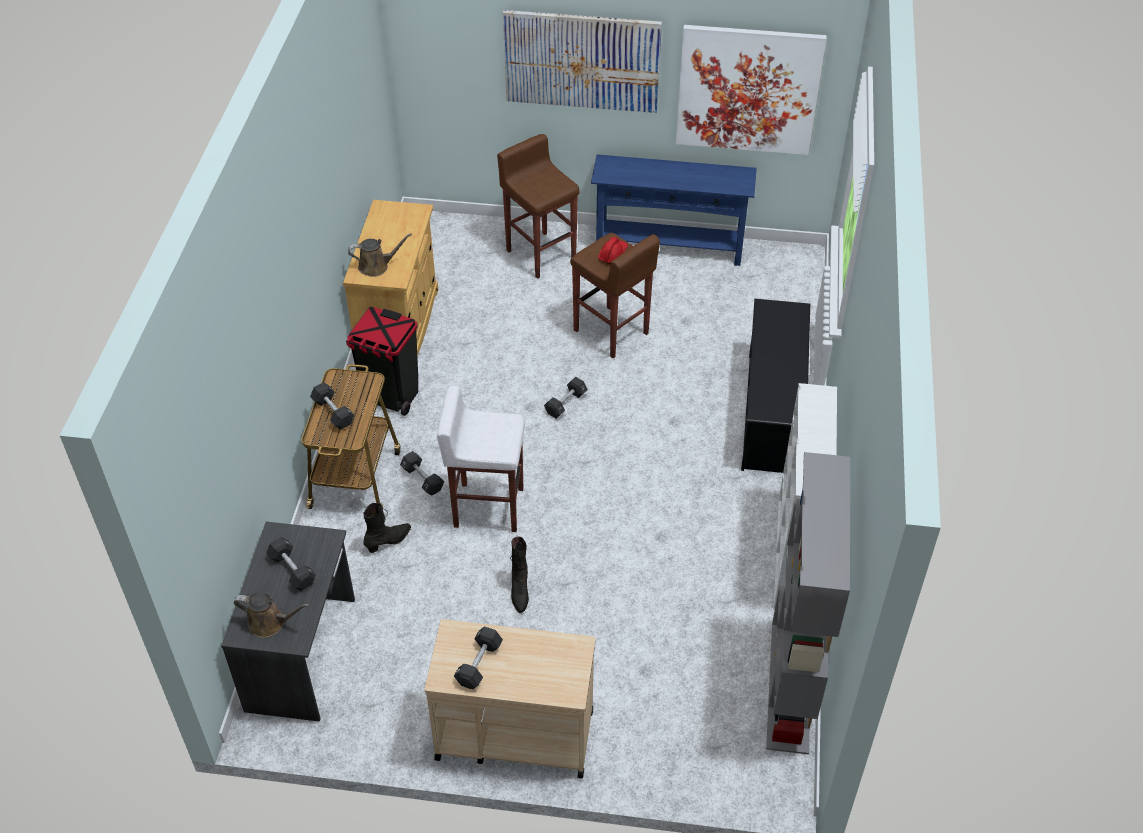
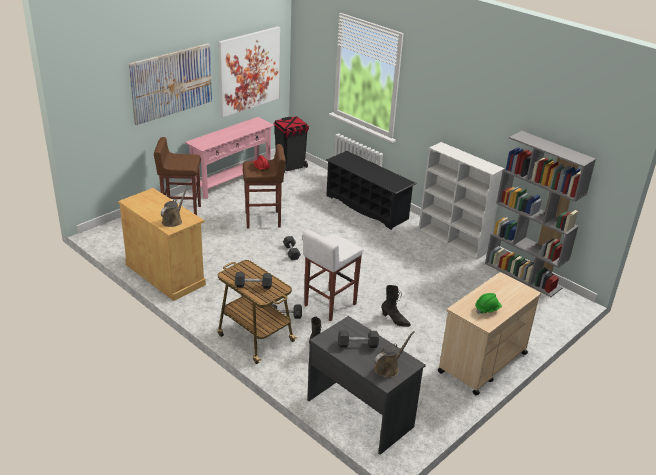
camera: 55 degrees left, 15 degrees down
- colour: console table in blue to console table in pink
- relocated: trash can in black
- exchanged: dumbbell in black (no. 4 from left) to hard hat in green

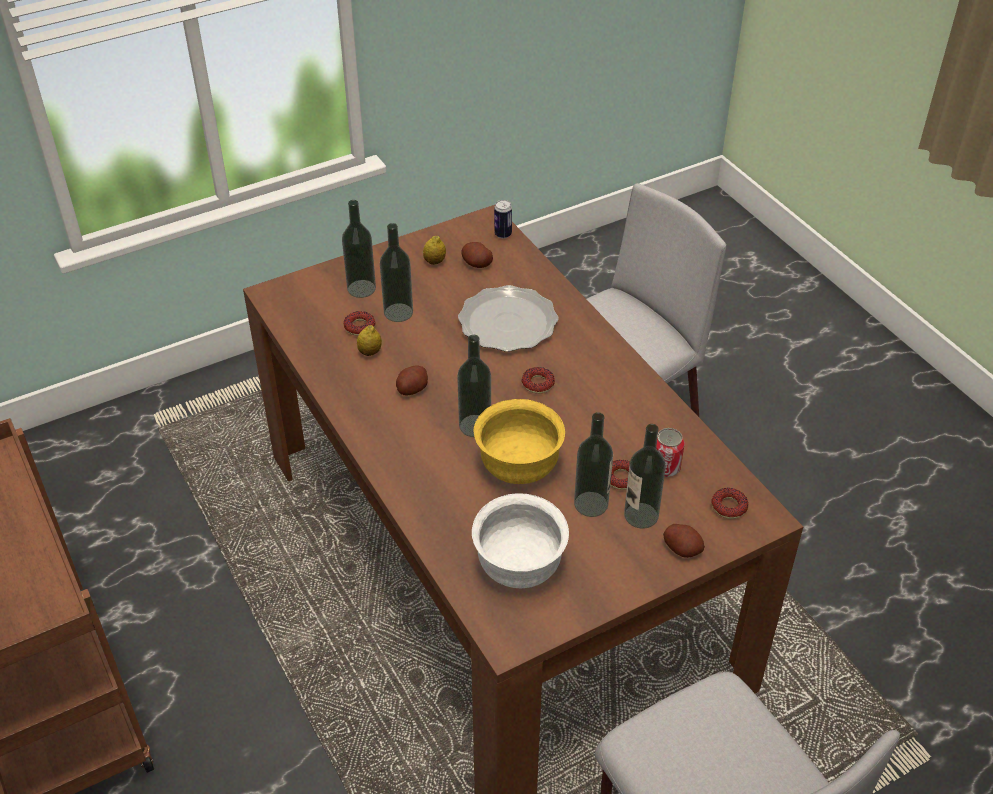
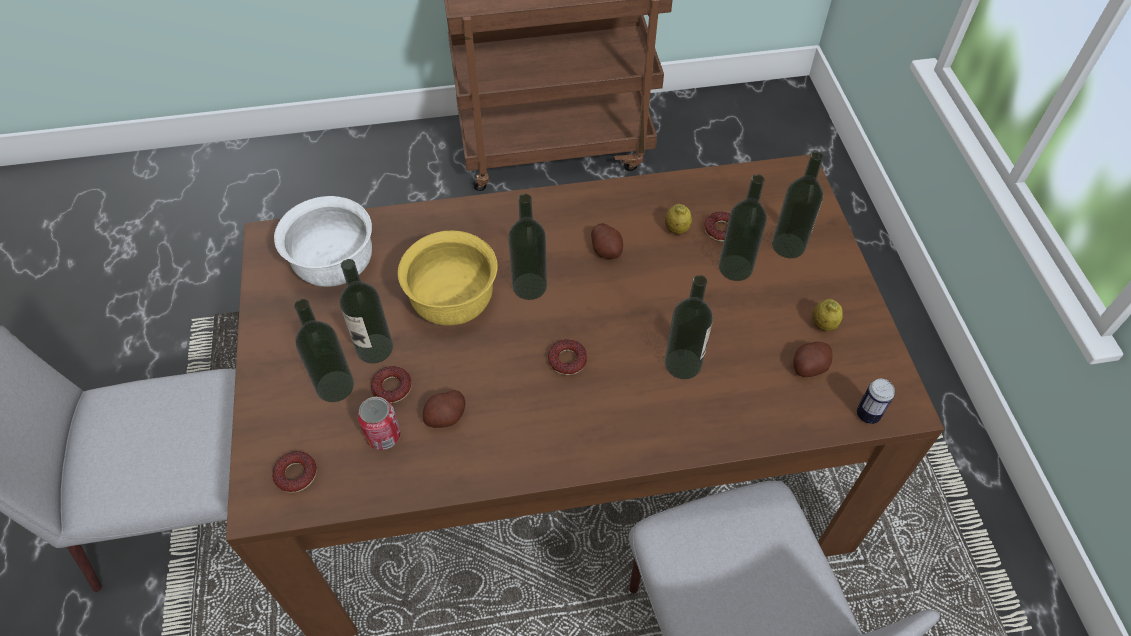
camera: 110 degrees right, 10 degrees up
- exchanged: plate to bottle (no. 4 from left)
- relocated: potato (no. 3 from left in the first image) to potato (no. 1 from left)

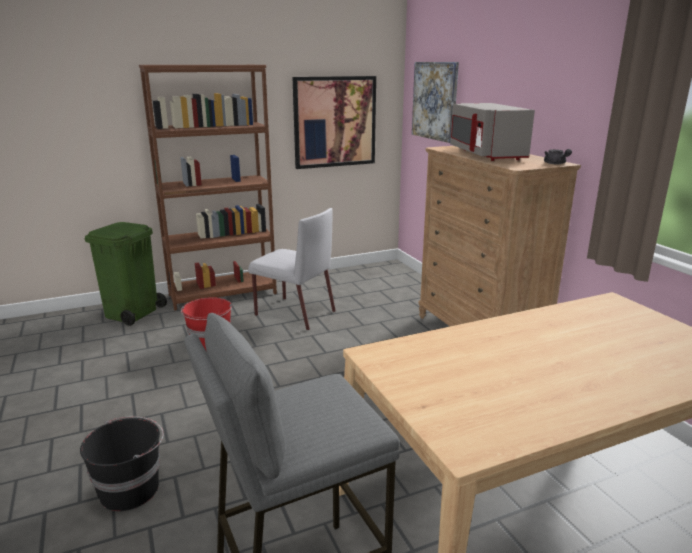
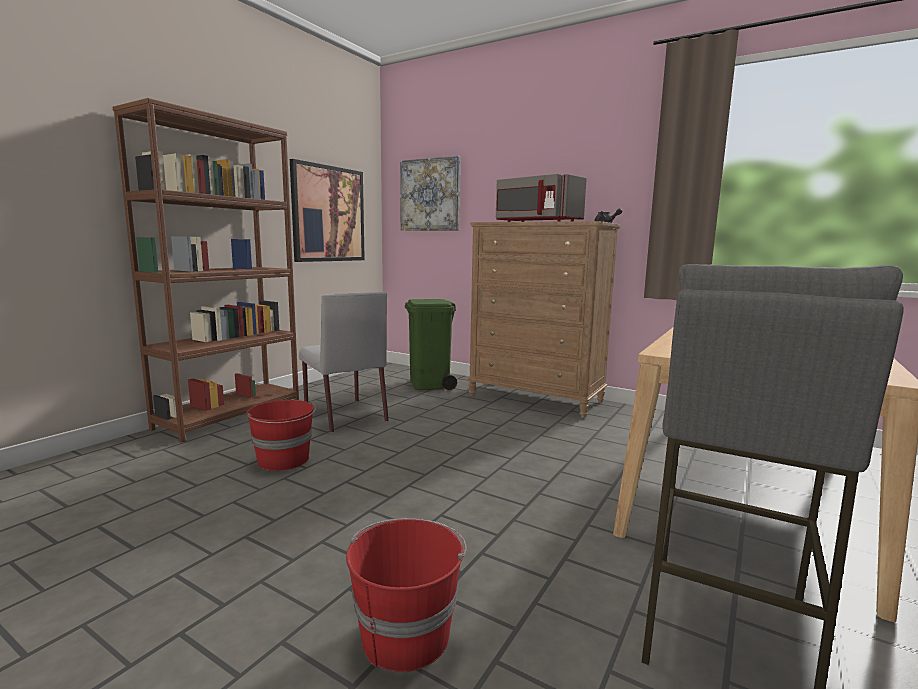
camera: 35 degrees left, 10 degrees down
- spun: chair in grey 60 degrees clockwise
- relocated: trash can in green
- colour: bucket in black to bucket in red (no. 2 from left)

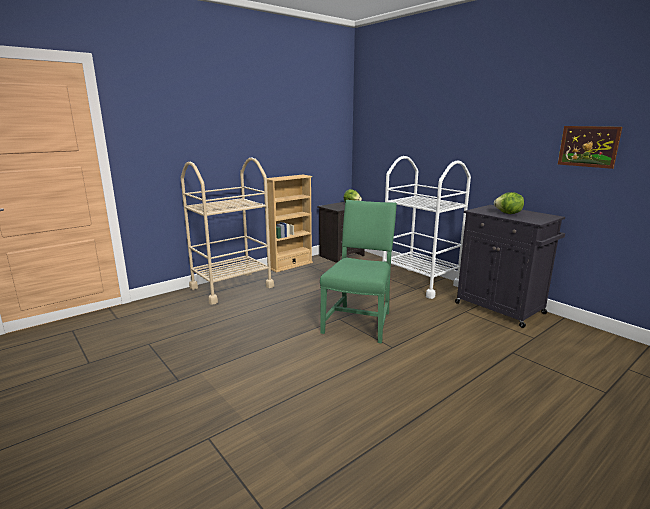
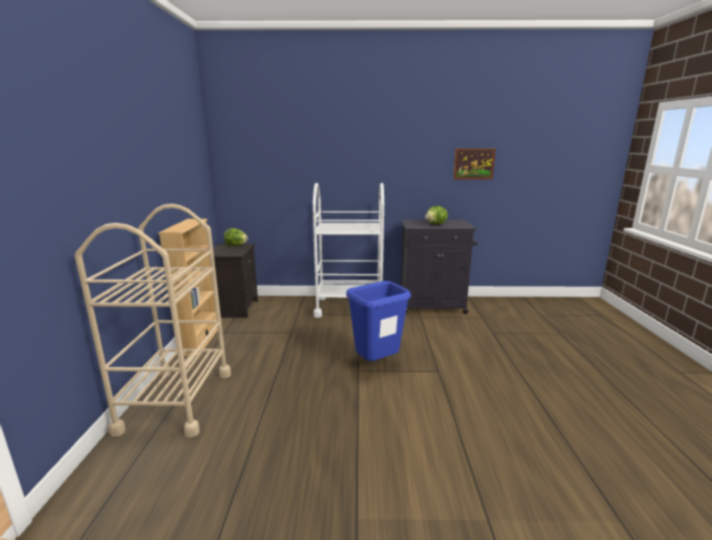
camera: 50 degrees left, 0 degrees up
- exchanged: chair in green to trash can in blue

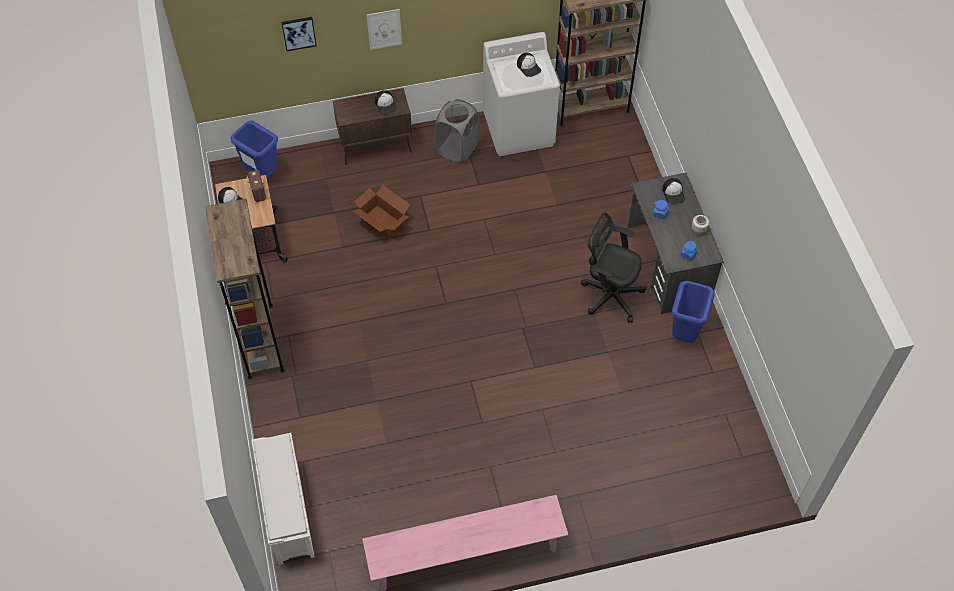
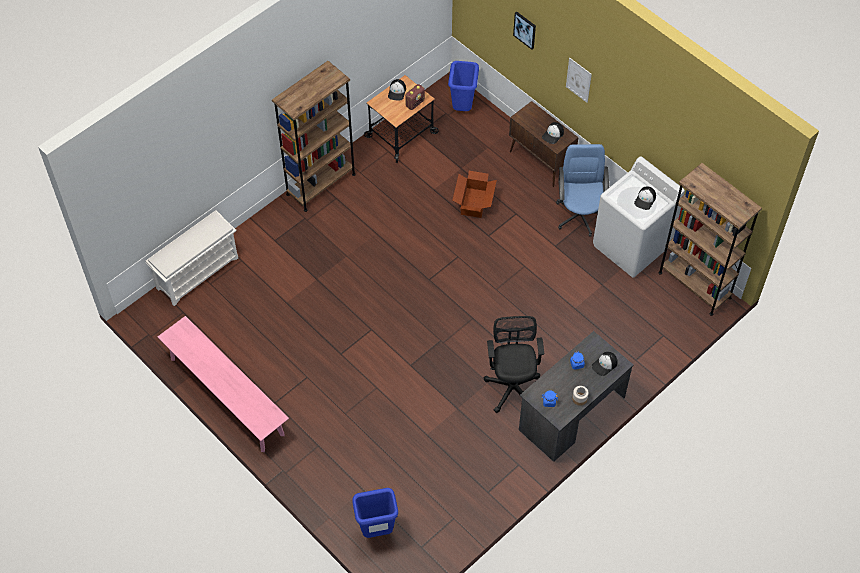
camera: 60 degrees right, 0 degrees up
- exchanged: laundry basket in grey to office chair in blue
- relocated: trash can in blue (no. 2 from left in the first image) to trash can in blue (no. 1 from left)

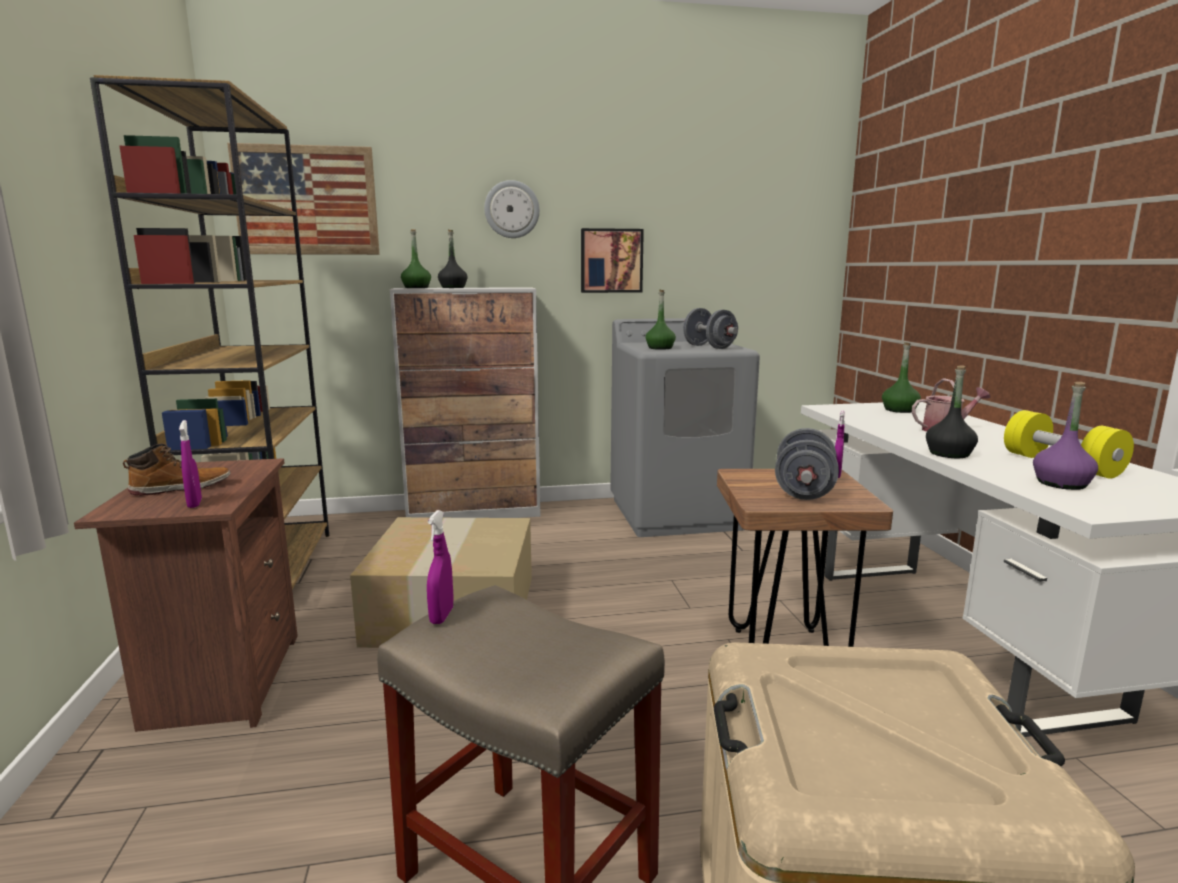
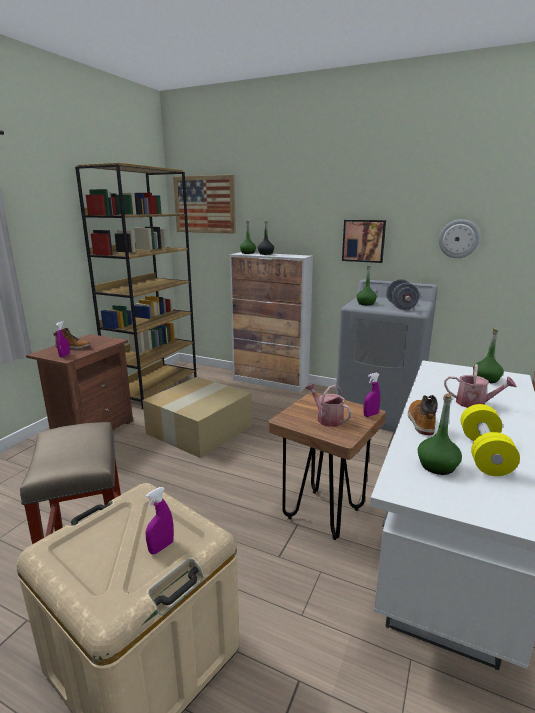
camera: 35 degrees right, 5 degrees up
- relocated: wall clock
- exchanged: bottle in black (no. 2 from left) to boot (no. 2 from left)
- colour: bottle in purple to bottle in green (no. 3 from left)
- exchanged: dumbbell in grey (no. 2 from left) to watering can (no. 1 from left)
- relocated: spray bottle in purple (no. 2 from left)

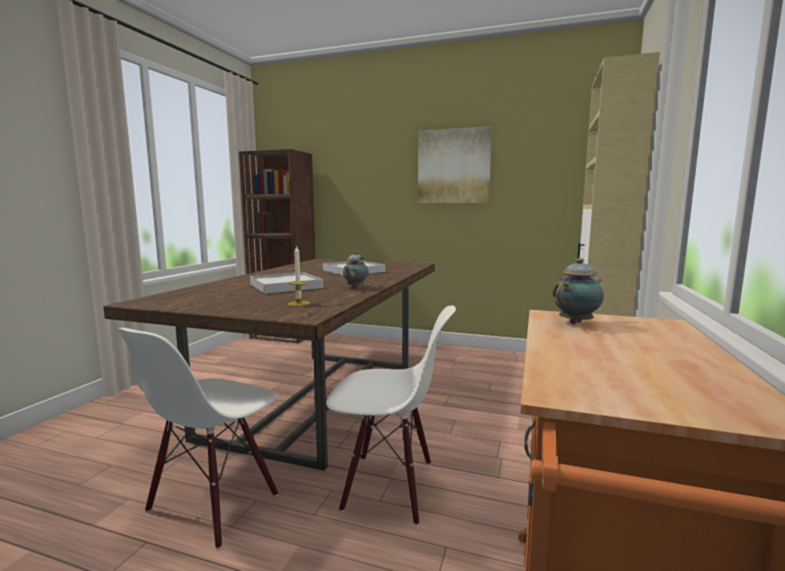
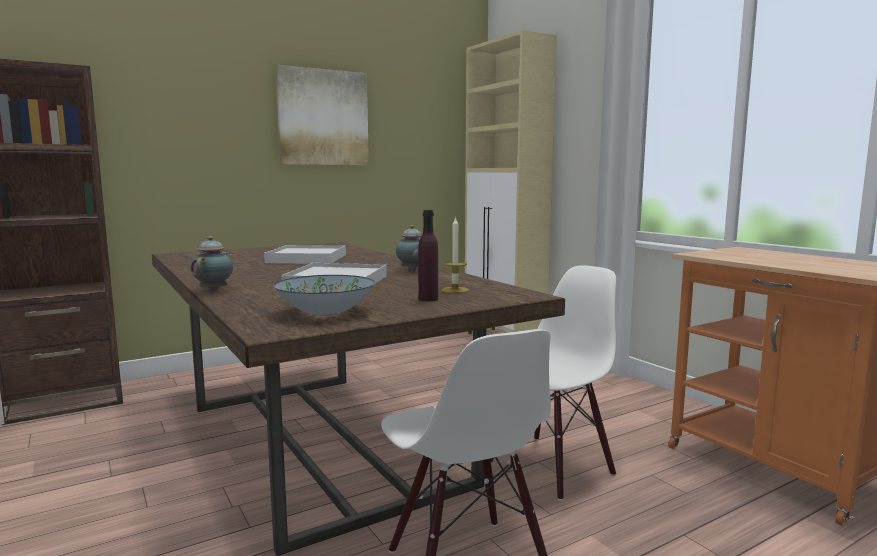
camera: 50 degrees left, 0 degrees up
- relocated: teapot (no. 2 from left in the first image) to teapot (no. 1 from left)
- appeared: bottle in purple
- appeared: bowl

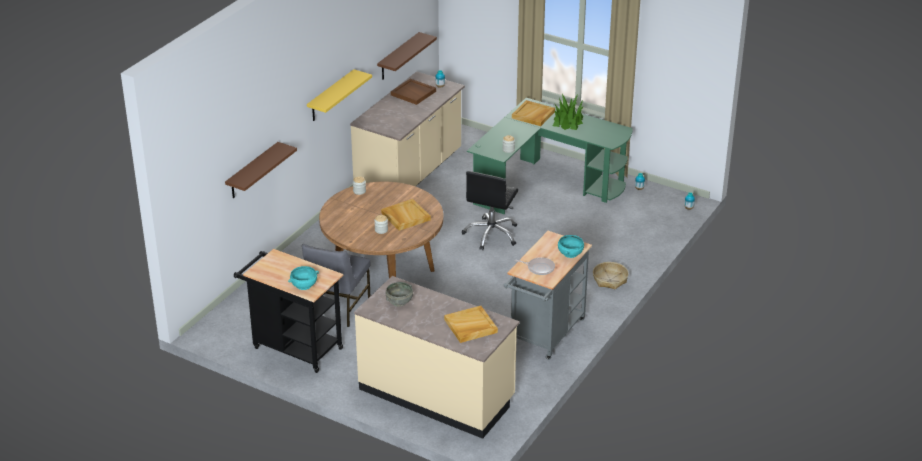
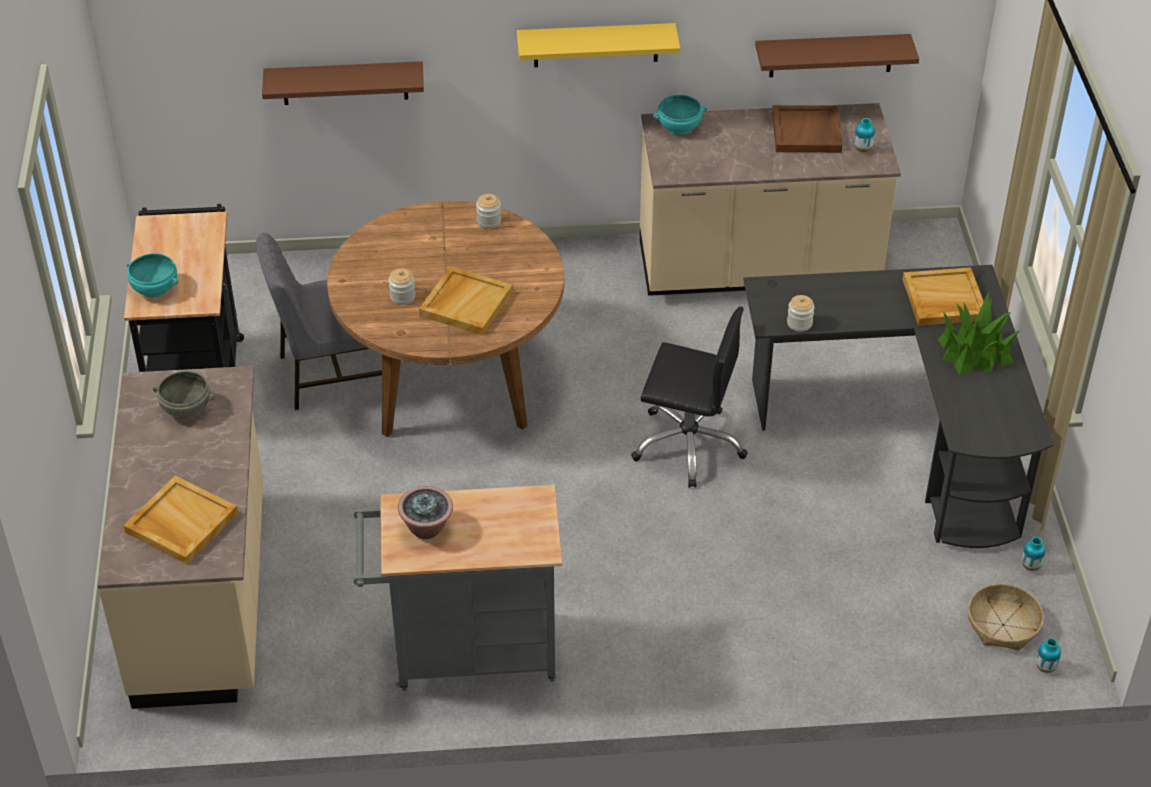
camera: 55 degrees right, 10 degrees up
- colour: desk in green to desk in black
- spun: office chair in black 150 degrees counterclockwise
- relocated: bowl in turquoise (no. 2 from left)
- exchanged: frying pan to potted plant (no. 1 from left)
- relocated: basket

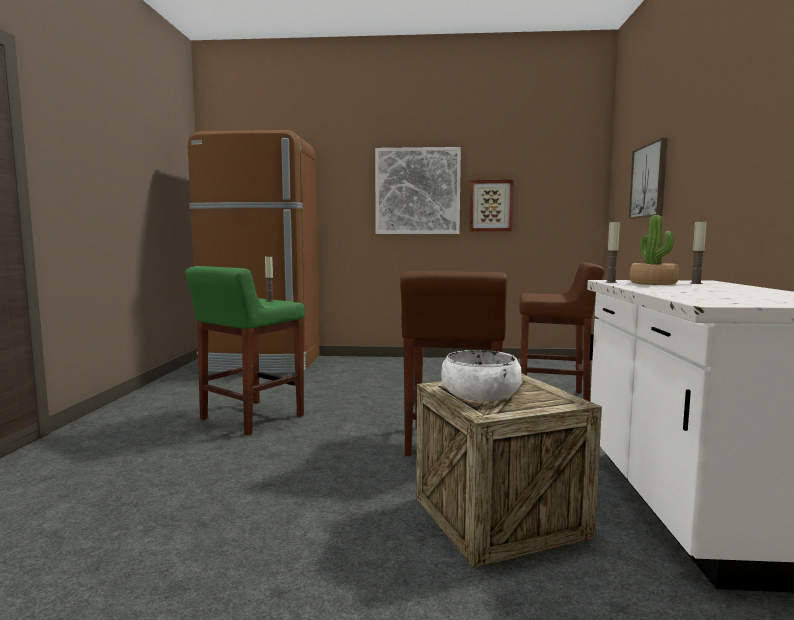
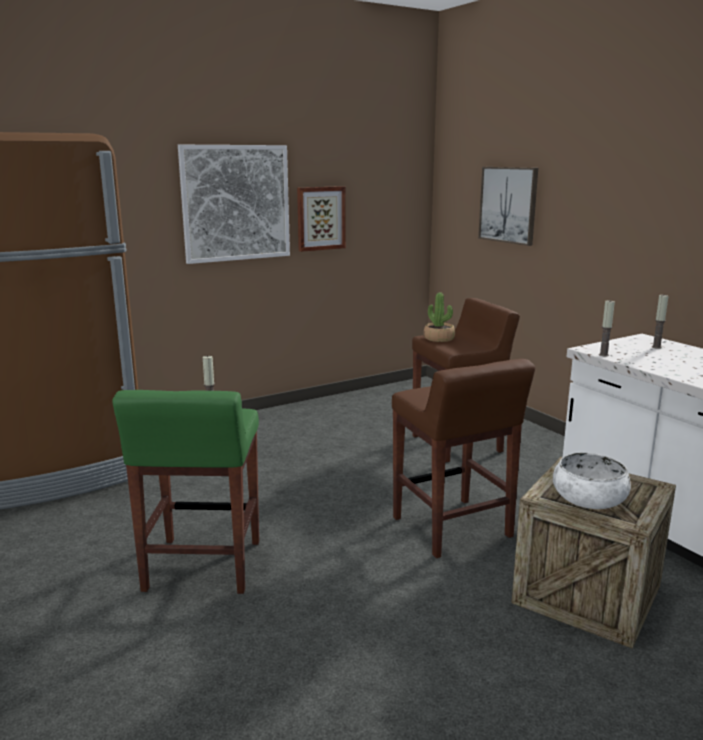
camera: 35 degrees left, 10 degrees up
- relocated: potted plant

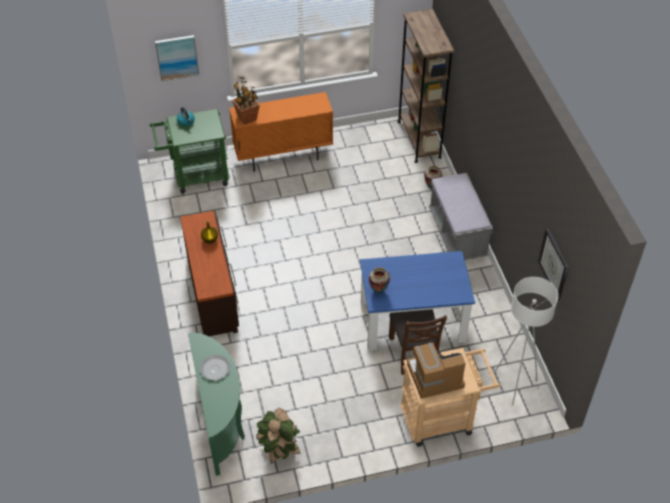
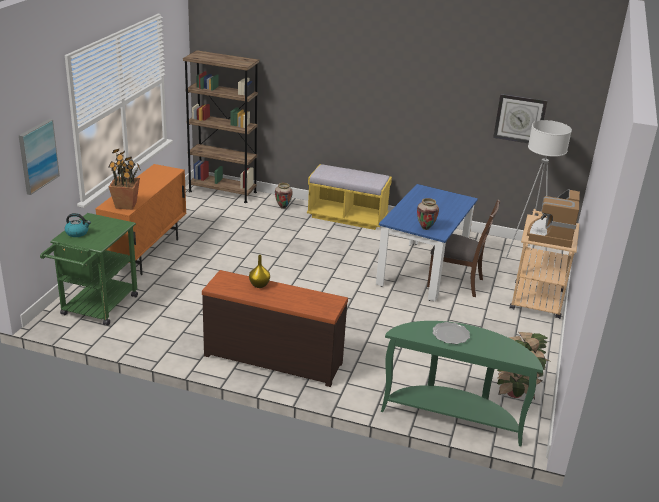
camera: 60 degrees left, 20 degrees down
- colour: bench in grey to bench in yellow

